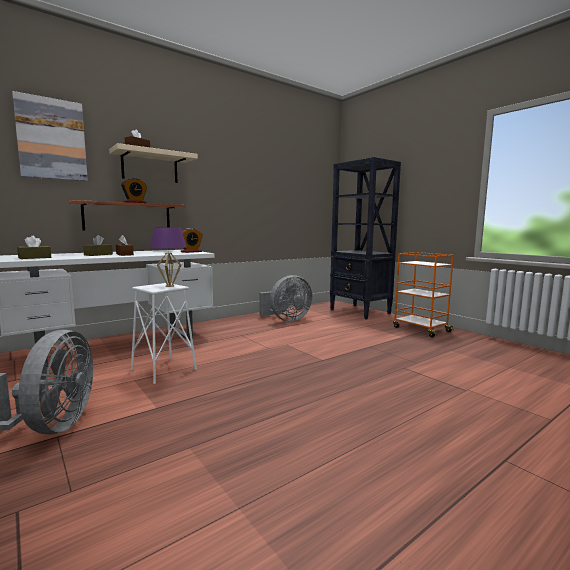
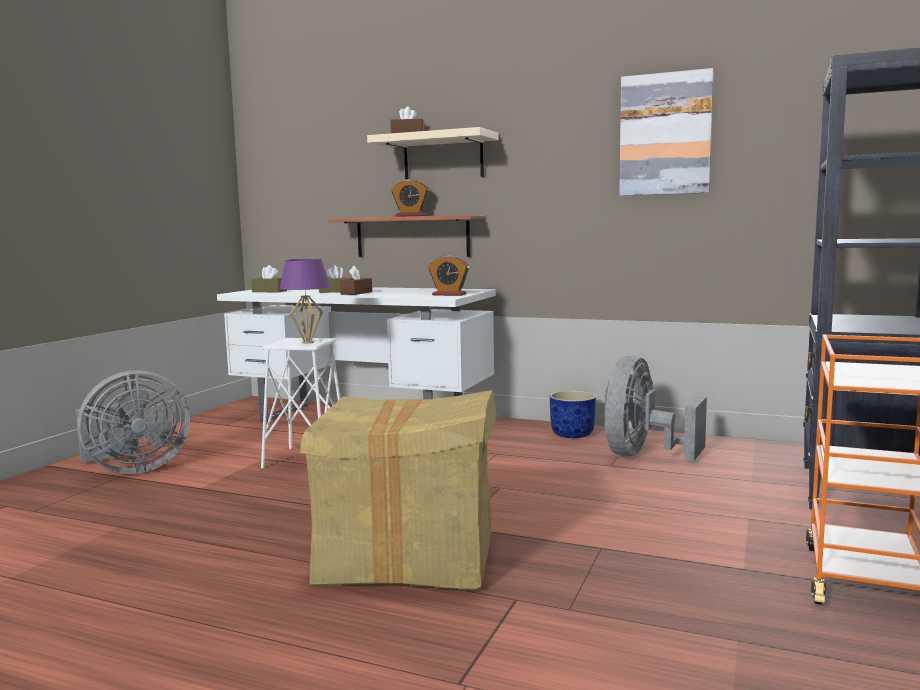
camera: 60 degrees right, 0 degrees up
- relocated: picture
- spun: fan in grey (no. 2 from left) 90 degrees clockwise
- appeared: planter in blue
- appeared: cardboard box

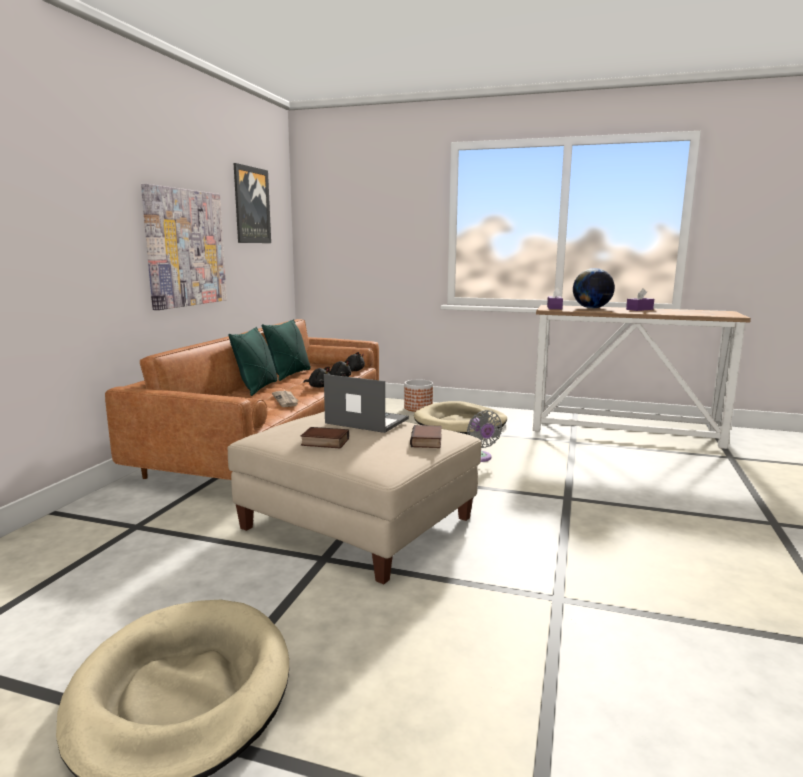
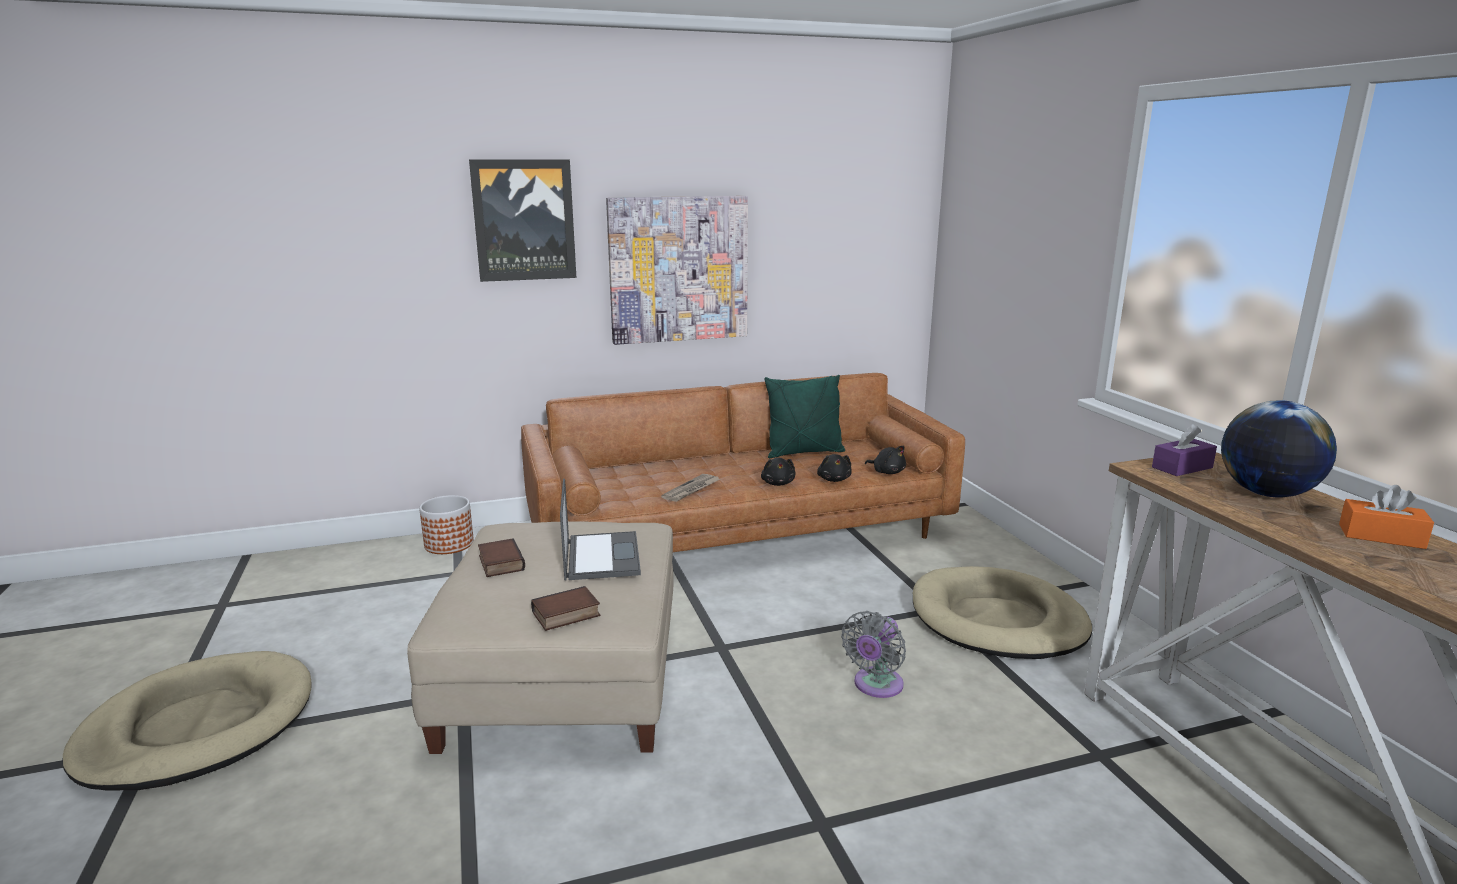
camera: 55 degrees right, 5 degrees up
- relocated: picture (no. 2 from left in the first image) to picture (no. 1 from left)
- colour: tissue box in purple (no. 2 from left) to tissue box in orange
- missing: pillow in green (no. 1 from left)
- relocated: planter

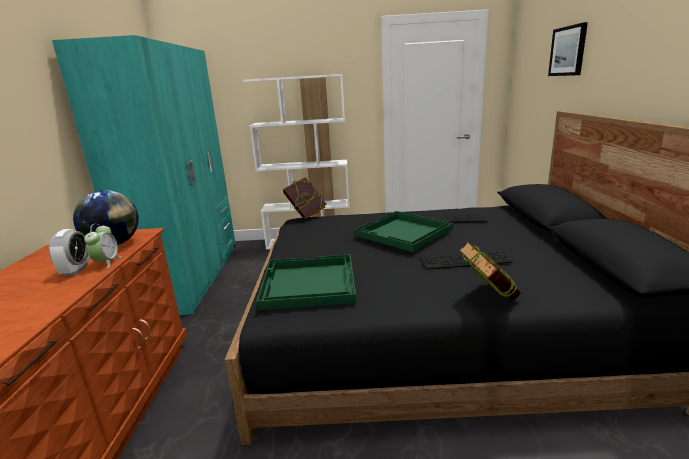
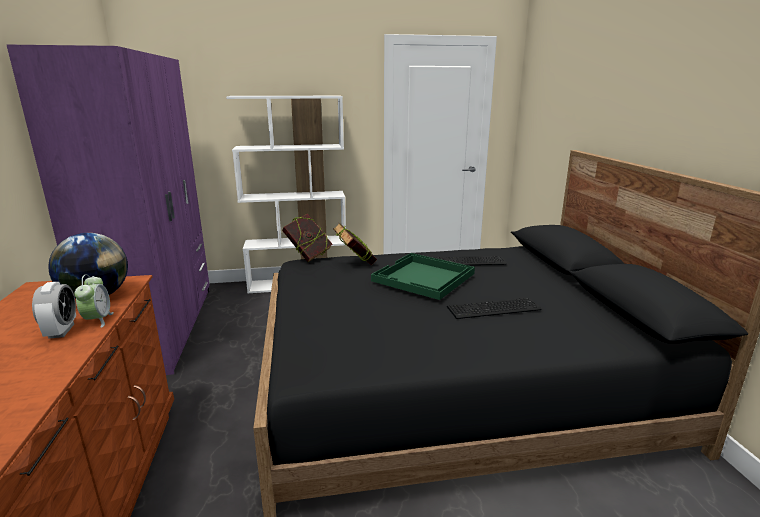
camera: 10 degrees left, 0 degrees up
- missing: picture
- colour: wardrobe in turquoise to wardrobe in purple
- relocated: book (no. 2 from left)
- missing: tray in green (no. 1 from left)

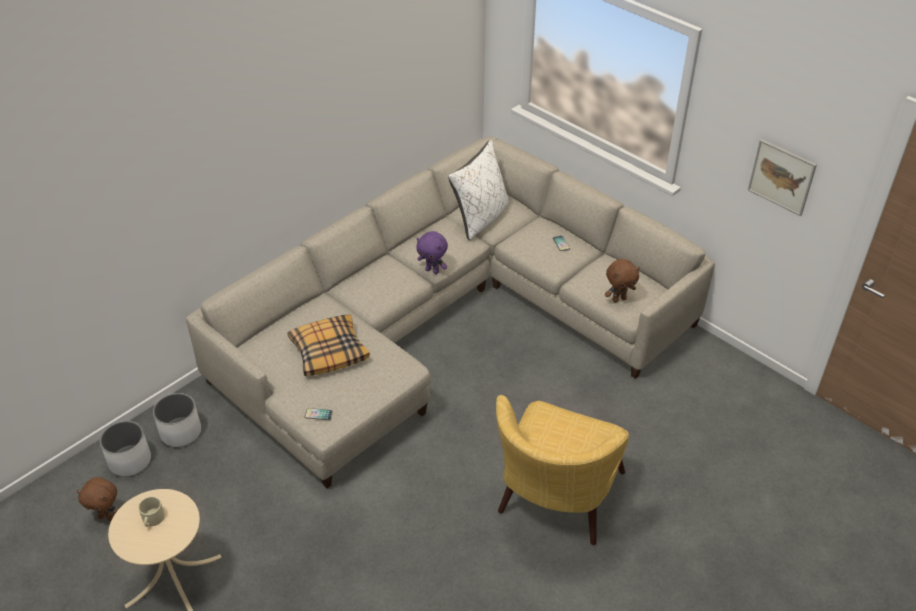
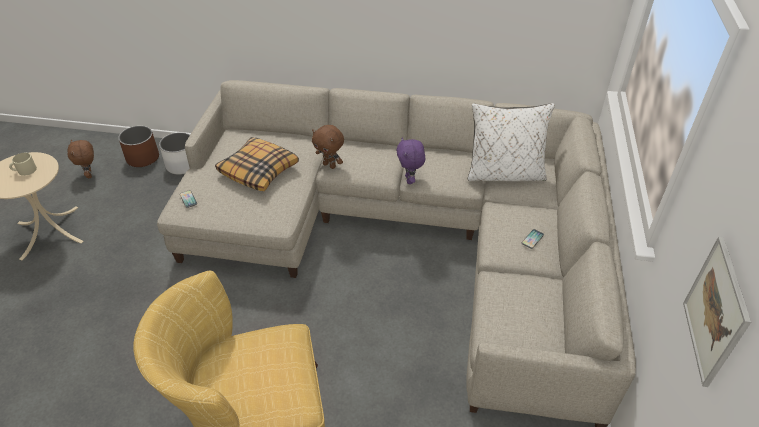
camera: 55 degrees right, 0 degrees up
- relocated: plush toy in brown (no. 2 from left)
- colour: planter in white (no. 1 from left) to planter in brown

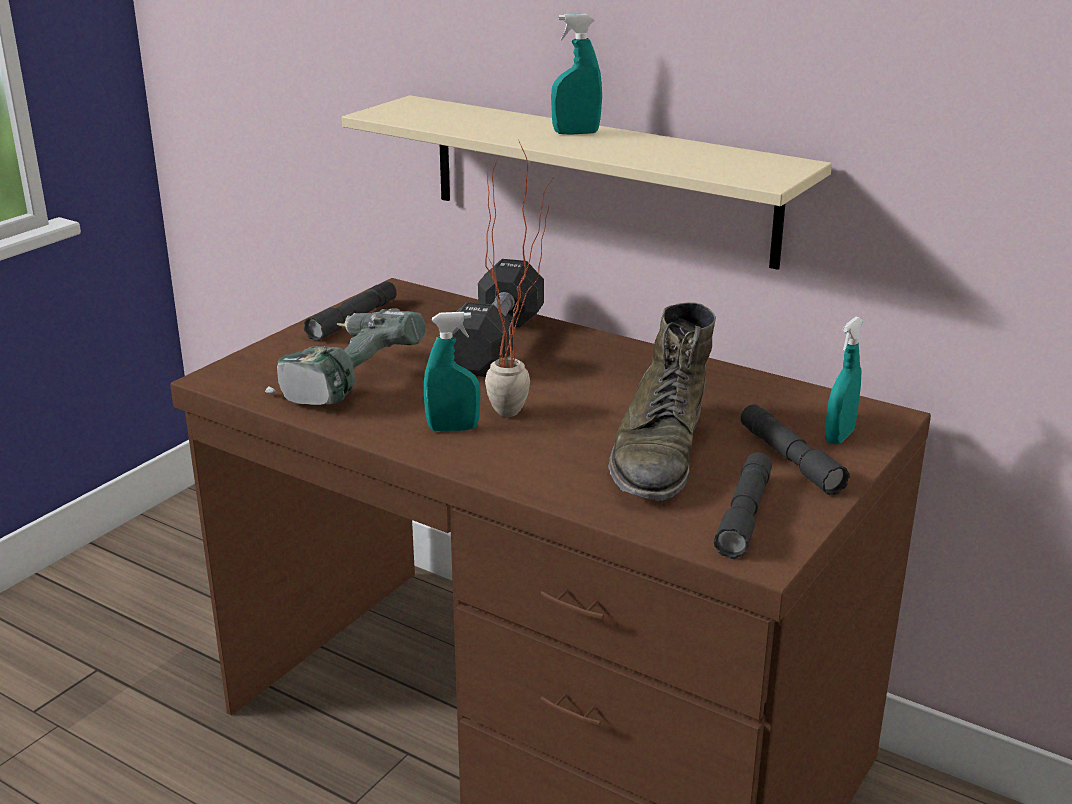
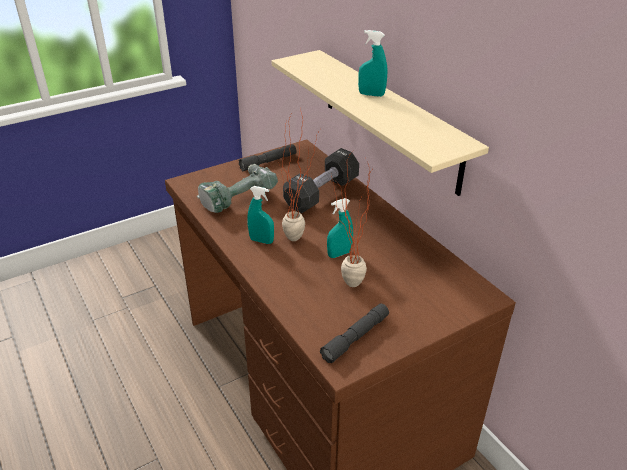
camera: 25 degrees right, 10 degrees up
- exchanged: boot in green to potted plant (no. 2 from left)
- relocated: spray bottle in turquoise (no. 3 from left in the first image) to spray bottle in turquoise (no. 2 from left)
- missing: flashlight in grey (no. 3 from left)

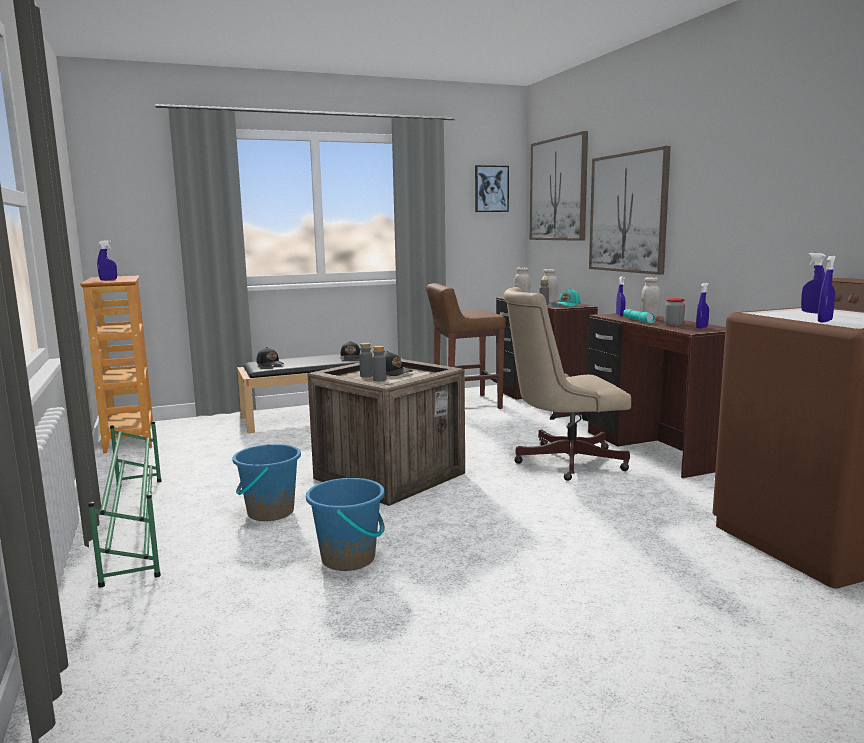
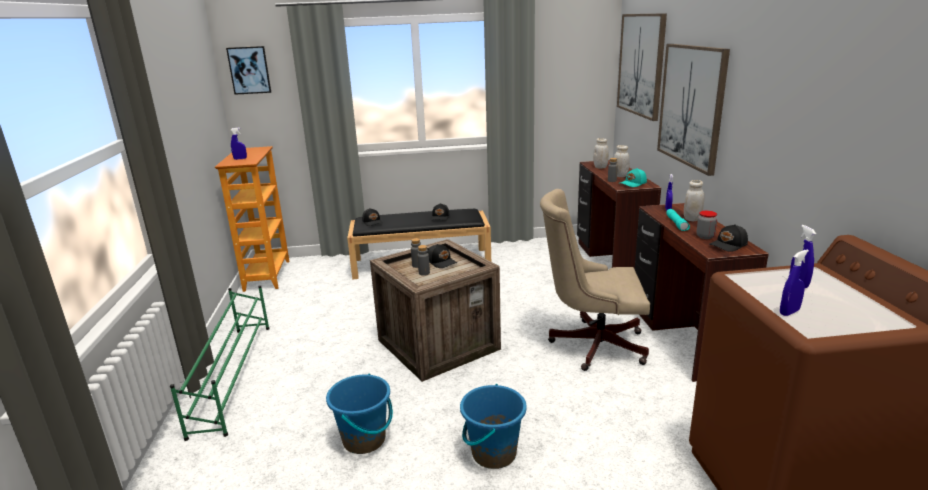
camera: 15 degrees right, 10 degrees up
- relocated: picture (no. 1 from left)
- missing: stool in brown
- exchanged: spray bottle in blue (no. 3 from left) to cap in black (no. 4 from left)
- relocated: bucket in blue (no. 1 from left in the first image) to bucket in blue (no. 2 from left)

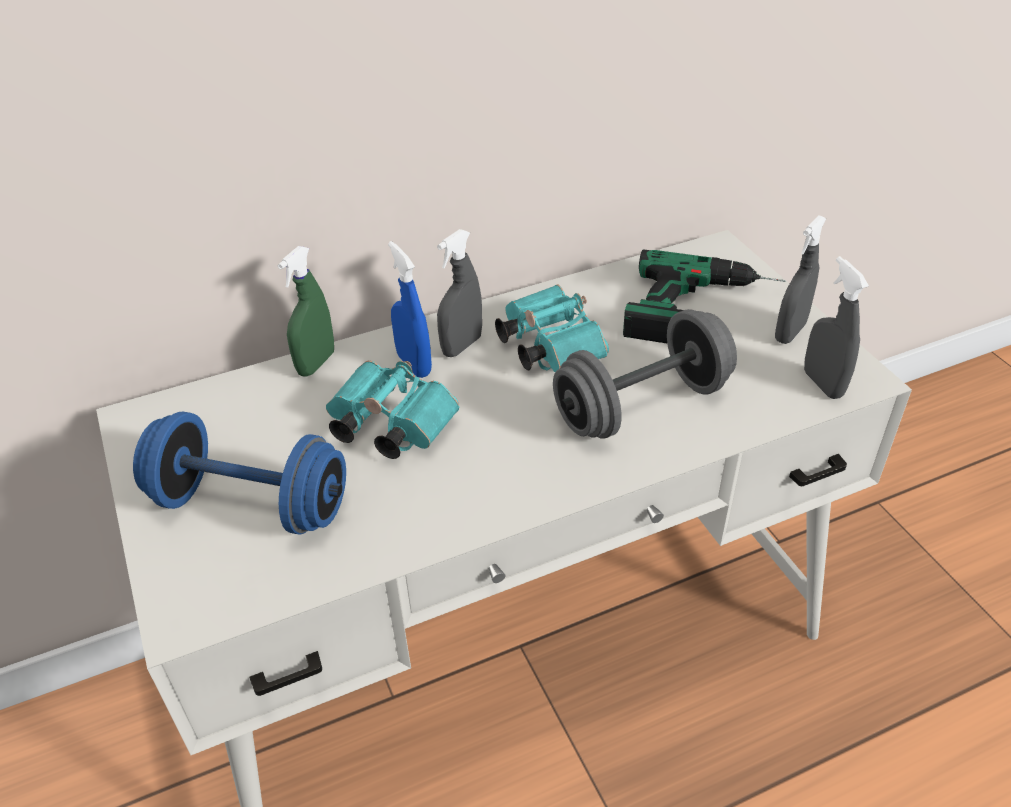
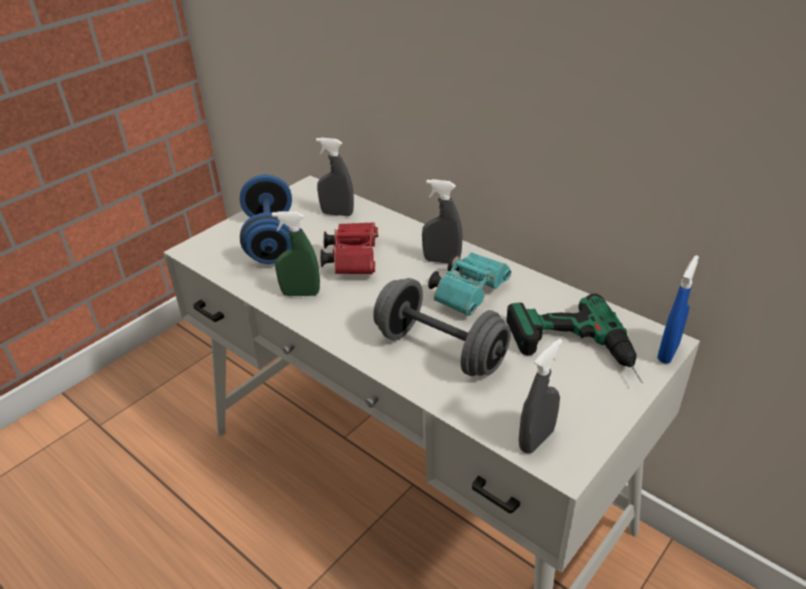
camera: 65 degrees right, 5 degrees down
- relocated: spray bottle in grey (no. 2 from left in the first image) to spray bottle in grey (no. 1 from left)
- relocated: spray bottle in blue
- relocated: spray bottle in green
- colour: binoculars in turquoise (no. 1 from left) to binoculars in red

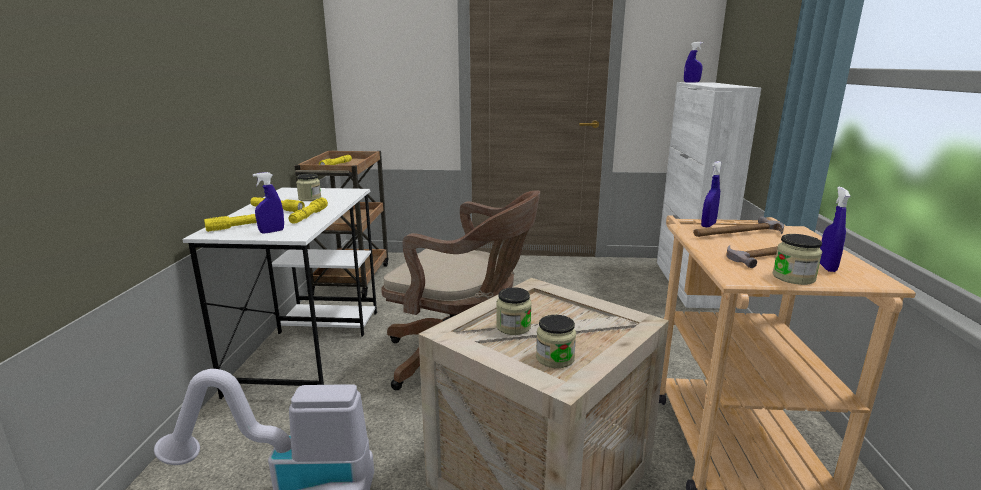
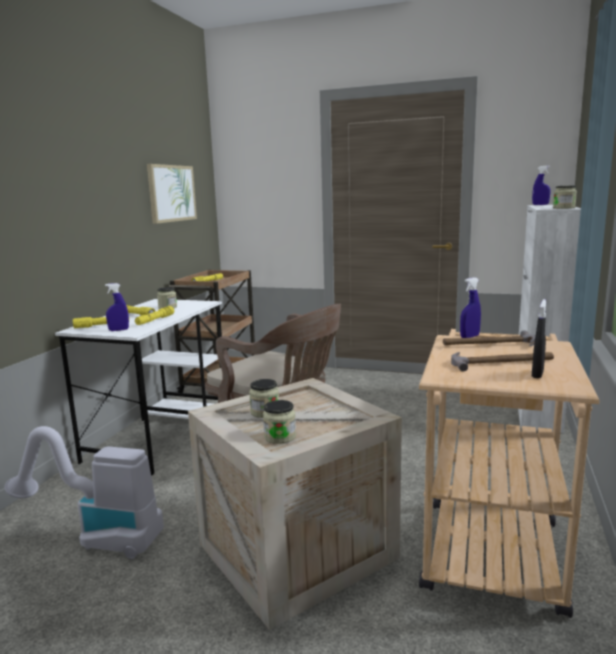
camera: 15 degrees right, 5 degrees down
- colour: spray bottle in blue (no. 4 from left) to spray bottle in black
- relocated: jar (no. 4 from left)
- appeared: picture

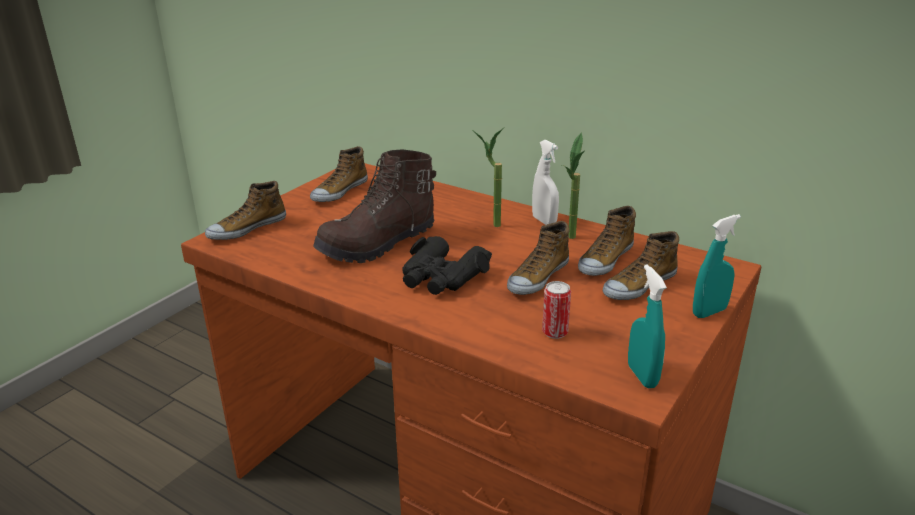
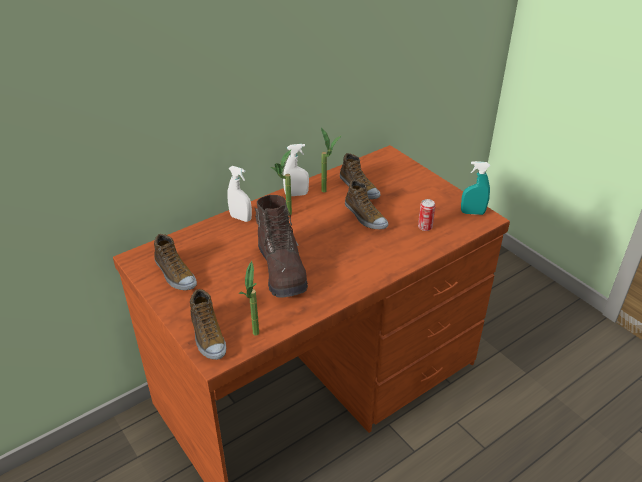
camera: 70 degrees left, 10 degrees up
- missing: spray bottle in turquoise (no. 2 from left)
- missing: shoe (no. 5 from left)
- missing: binoculars in black
- appeared: spray bottle in white (no. 1 from left)
- appeared: potted plant (no. 1 from left)

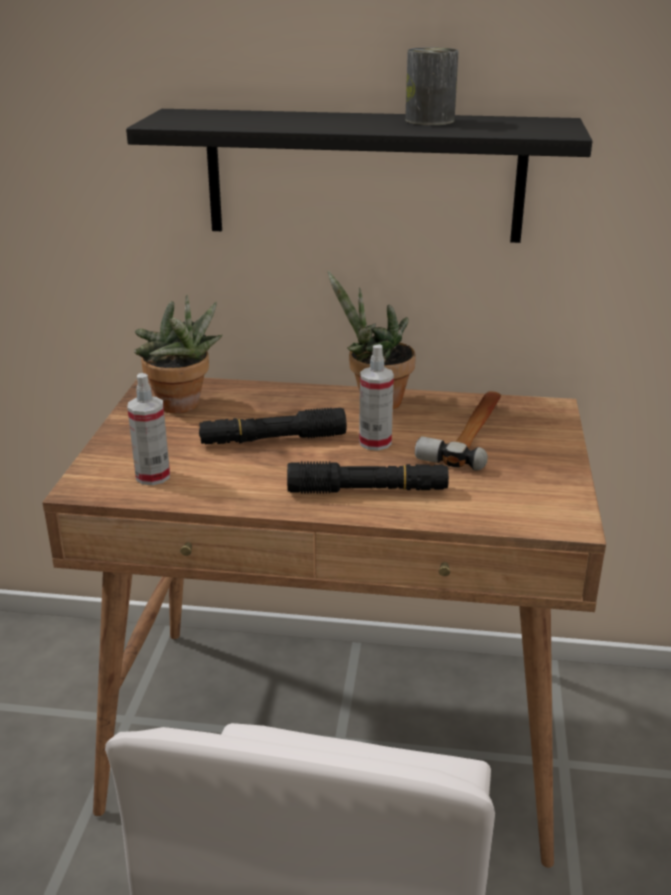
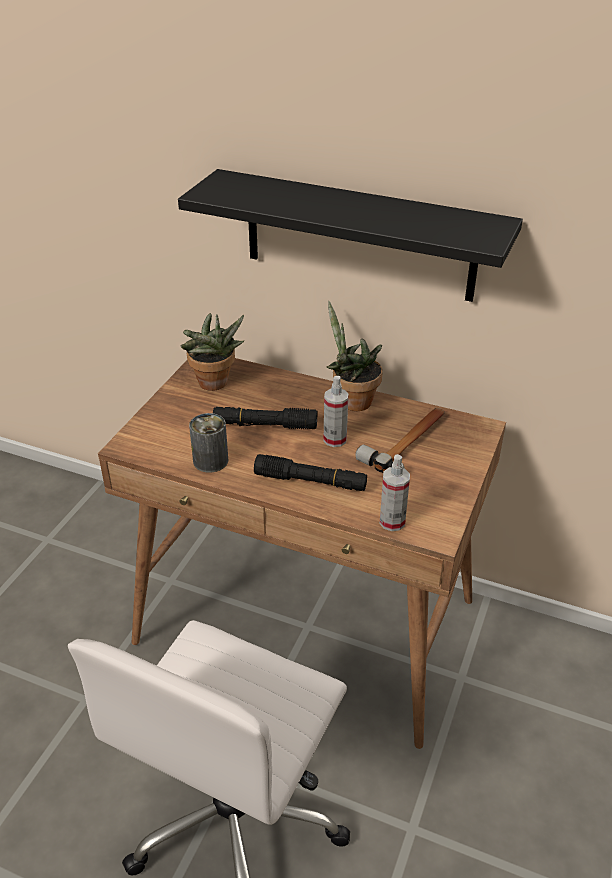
camera: 15 degrees right, 10 degrees up
- relocated: can
- relocated: spray bottle (no. 1 from left in the first image) to spray bottle (no. 2 from left)

